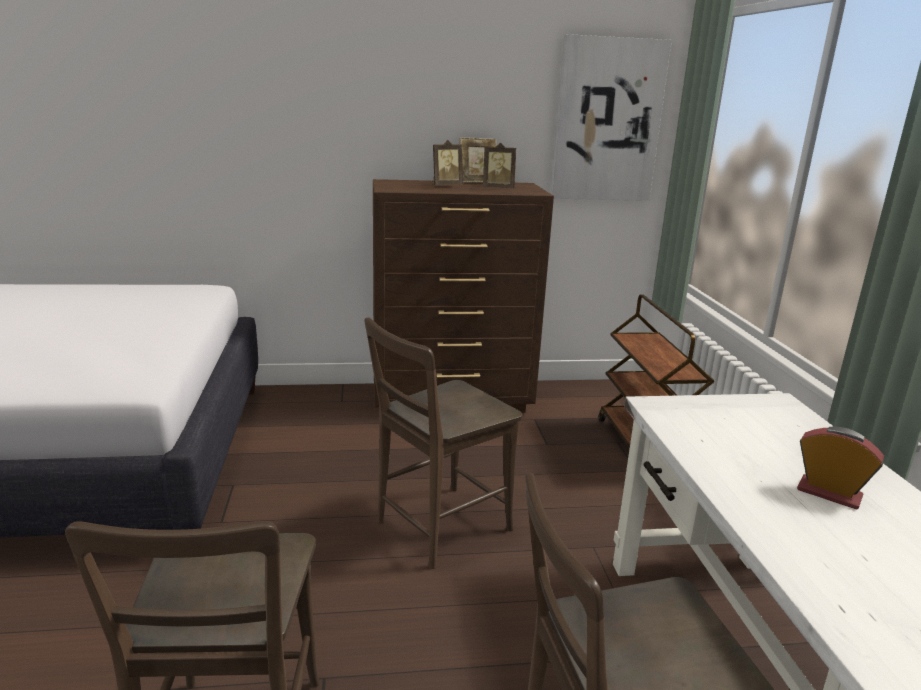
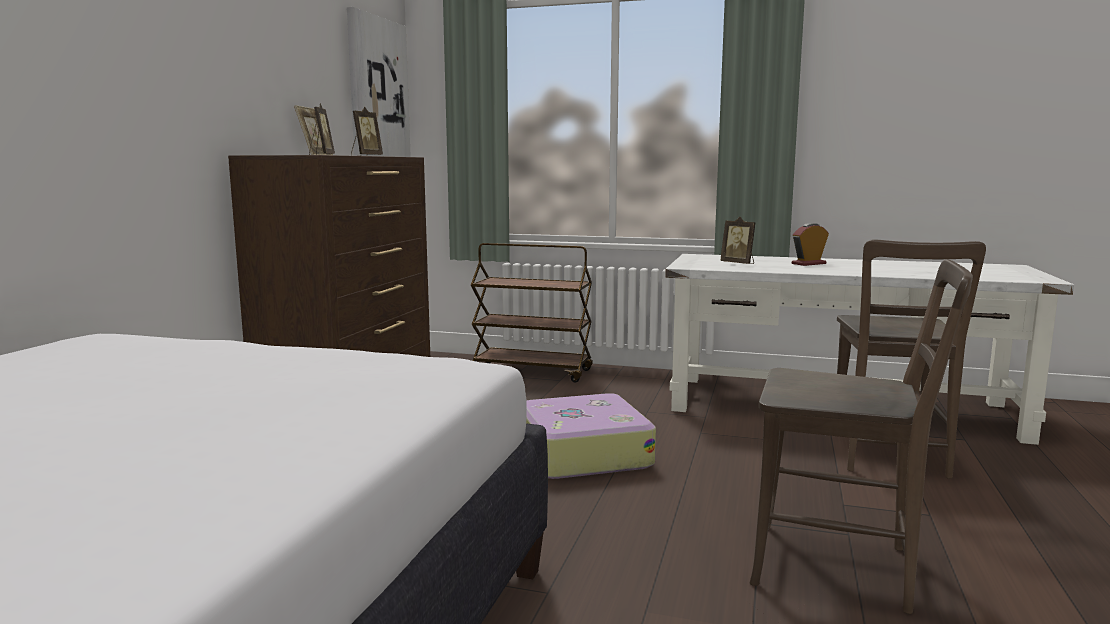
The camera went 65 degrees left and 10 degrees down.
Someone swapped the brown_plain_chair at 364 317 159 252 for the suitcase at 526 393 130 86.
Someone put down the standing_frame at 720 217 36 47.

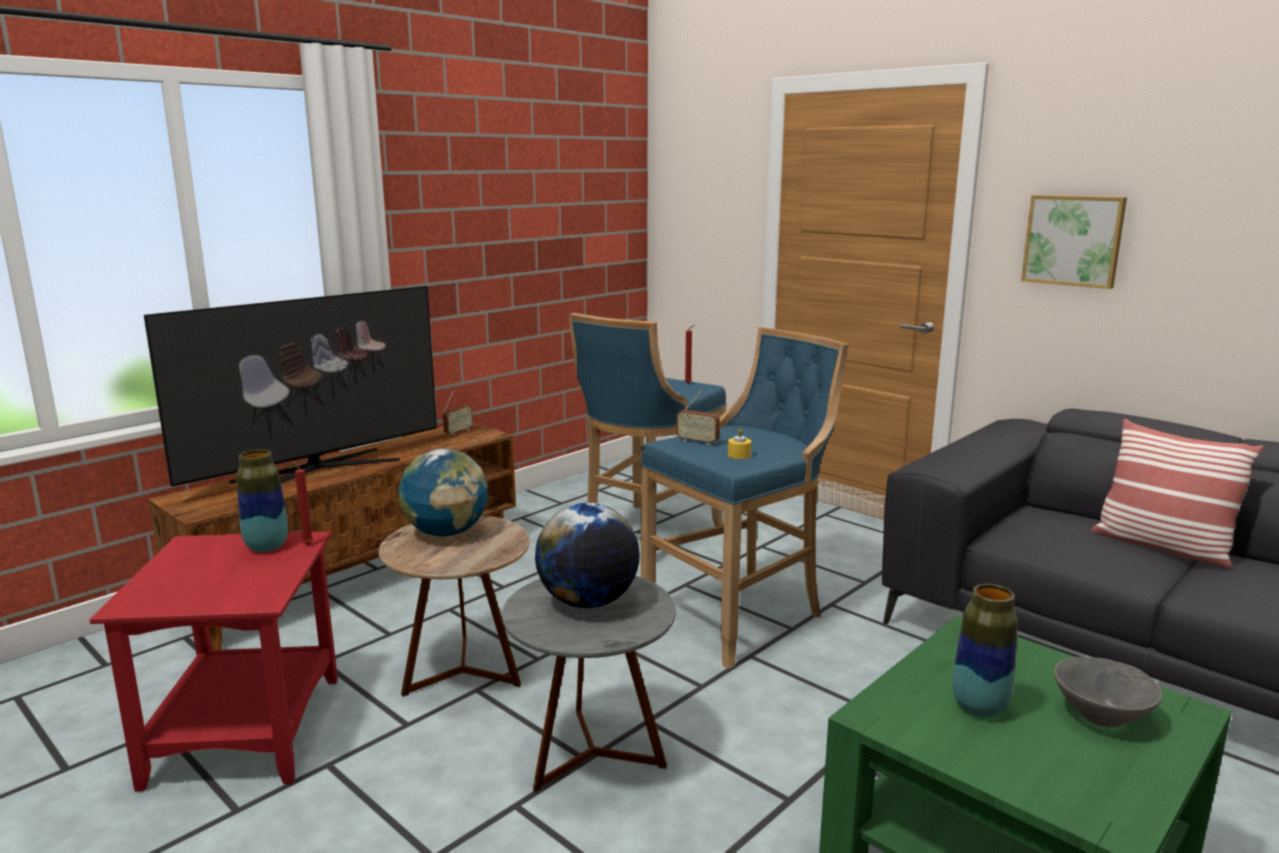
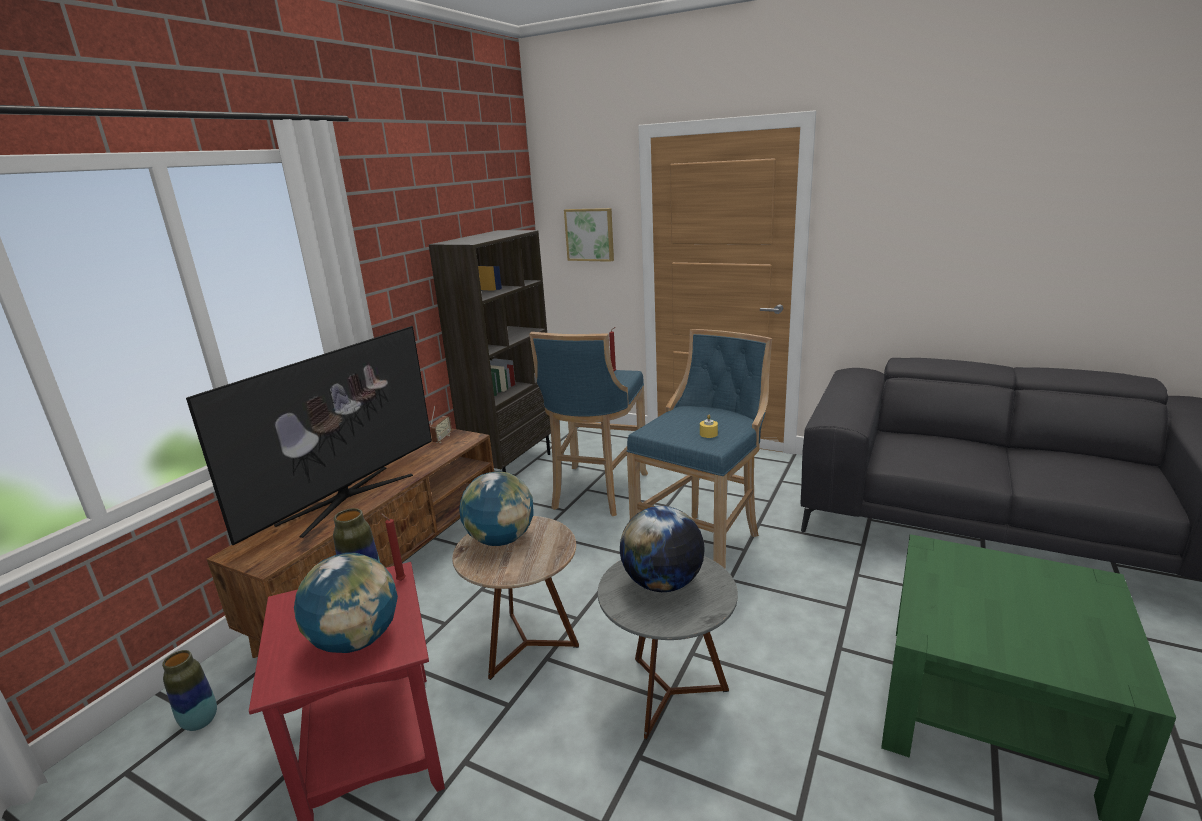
The camera went 15 degrees left and 5 degrees up.
Someone carried the decorative_vase from 952 584 66 133 to 162 650 55 81.
Someone put down the world_globe at 294 553 104 100.
Someone put down the brown_bookshelf at 429 230 122 242.
Someone carried the wall_picture from 1021 195 106 94 to 564 208 50 54.
Someone took away the radio_receiver at 676 389 44 56.
Someone took away the gray_serving_bowl at 1054 657 109 70.
Someone took away the pillow at 1091 419 173 149.

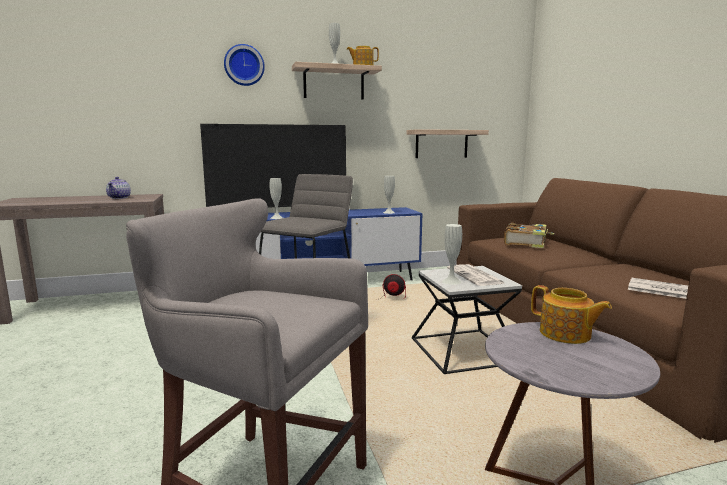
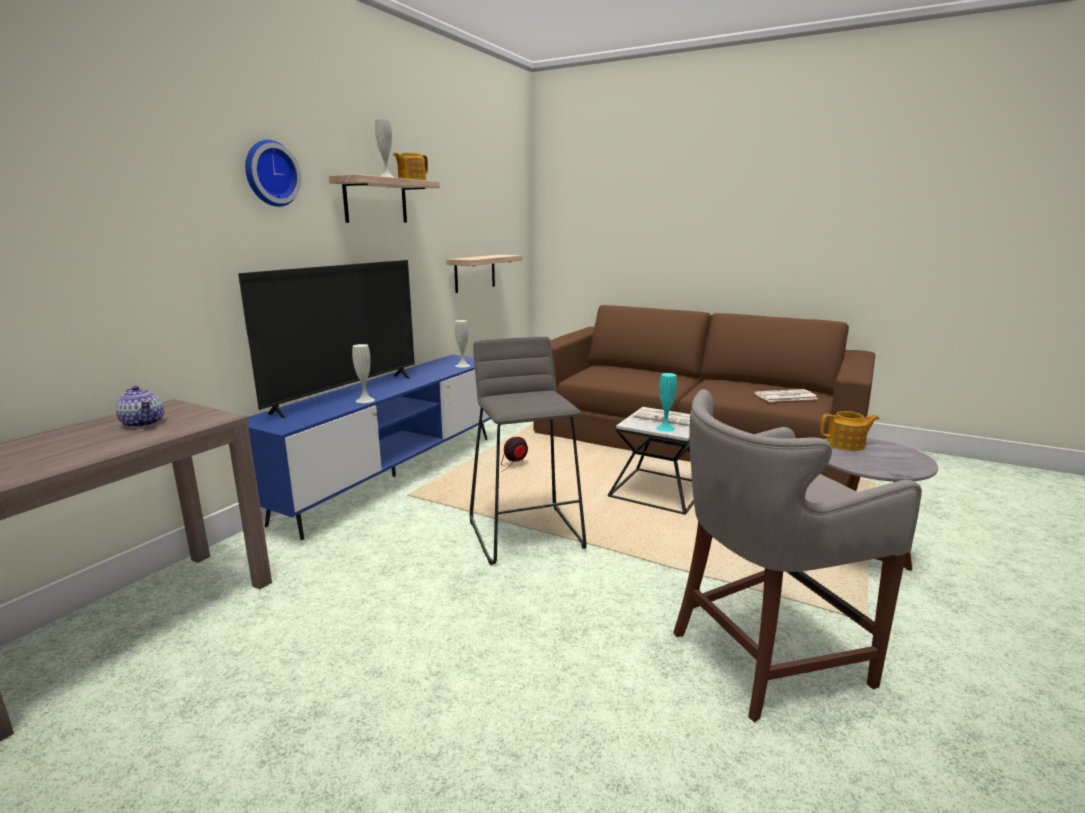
The camera went 45 degrees left and 5 degrees up.
Someone repainted the white_decorative_vase at 442 224 20 61, which became the turquoise_decorative_vase at 656 373 21 59.
Someone took away the book at 504 223 50 25.

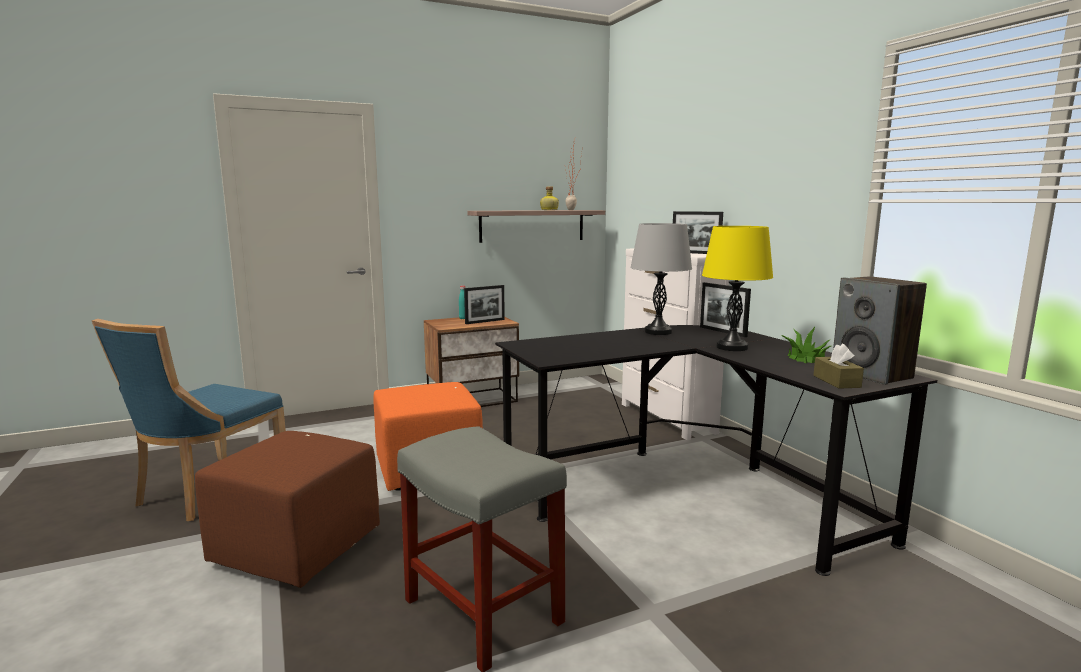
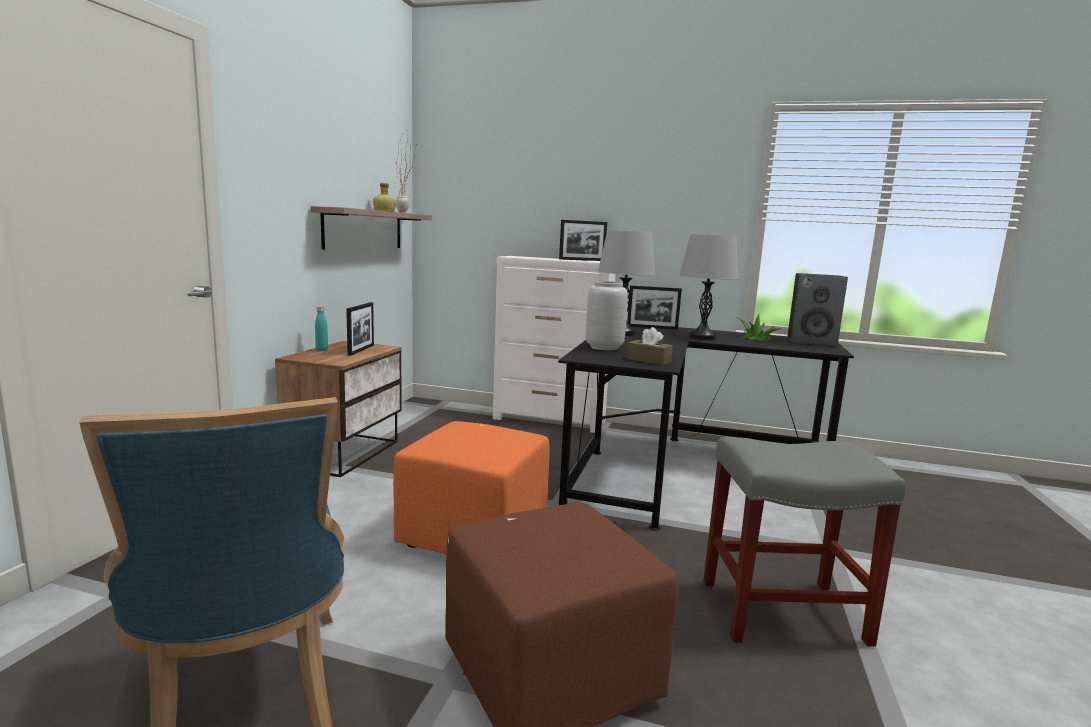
The camera went 50 degrees left and 0 degrees up.
Someone put down the gray_decorative_vase at 586 281 42 69.
Someone carried the brown_tissue_box from 813 343 51 46 to 627 327 46 38.
Someone repainted the yellowish_lamp_for_a_table at 702 226 71 125, which became the gray_lamp_for_a_table at 680 234 59 106.

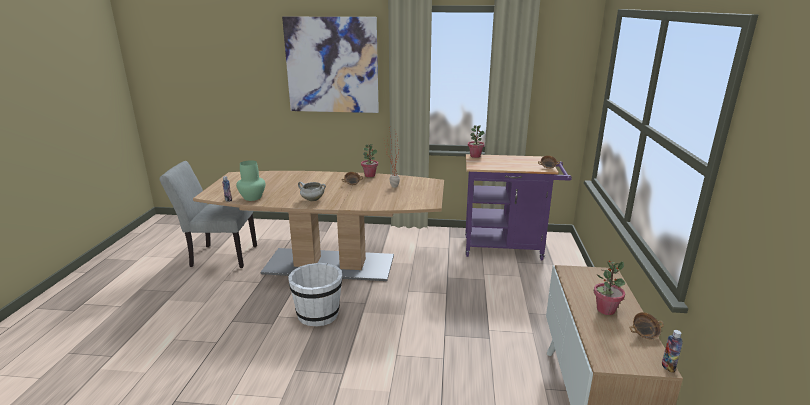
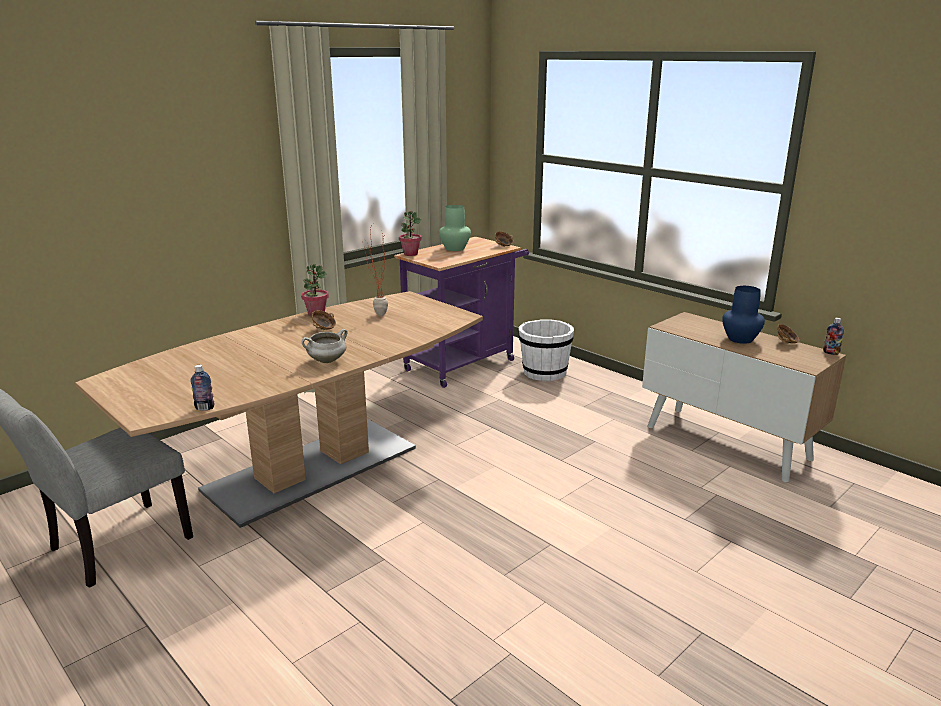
The camera went 50 degrees left and 0 degrees up.
Someone carried the green_decorative_vase from 236 160 29 41 to 439 205 32 46.
Someone carried the white_pail from 288 263 54 63 to 519 319 55 62.
Someone swapped the houseplant at 594 260 31 55 for the blue_decorative_vase at 722 286 43 58.
Someone took away the wall_picture at 282 17 97 96.

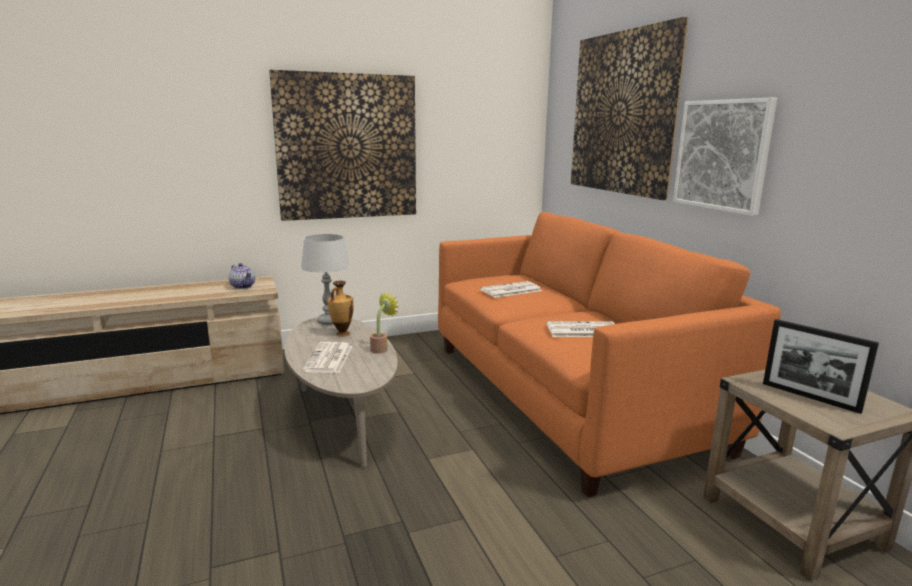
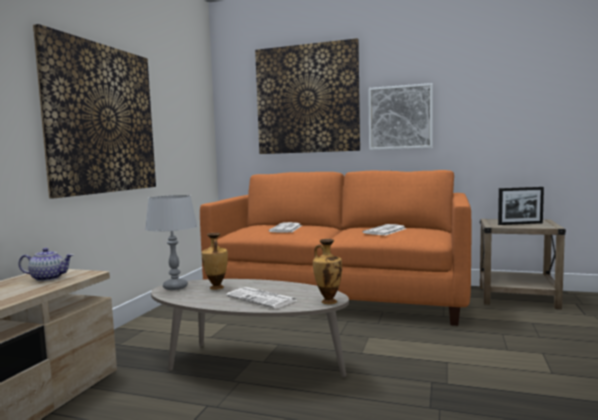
The camera went 50 degrees left and 10 degrees down.
Someone put down the decorative_vase at 313 239 29 65.
Someone took away the houseplant at 370 291 29 63.

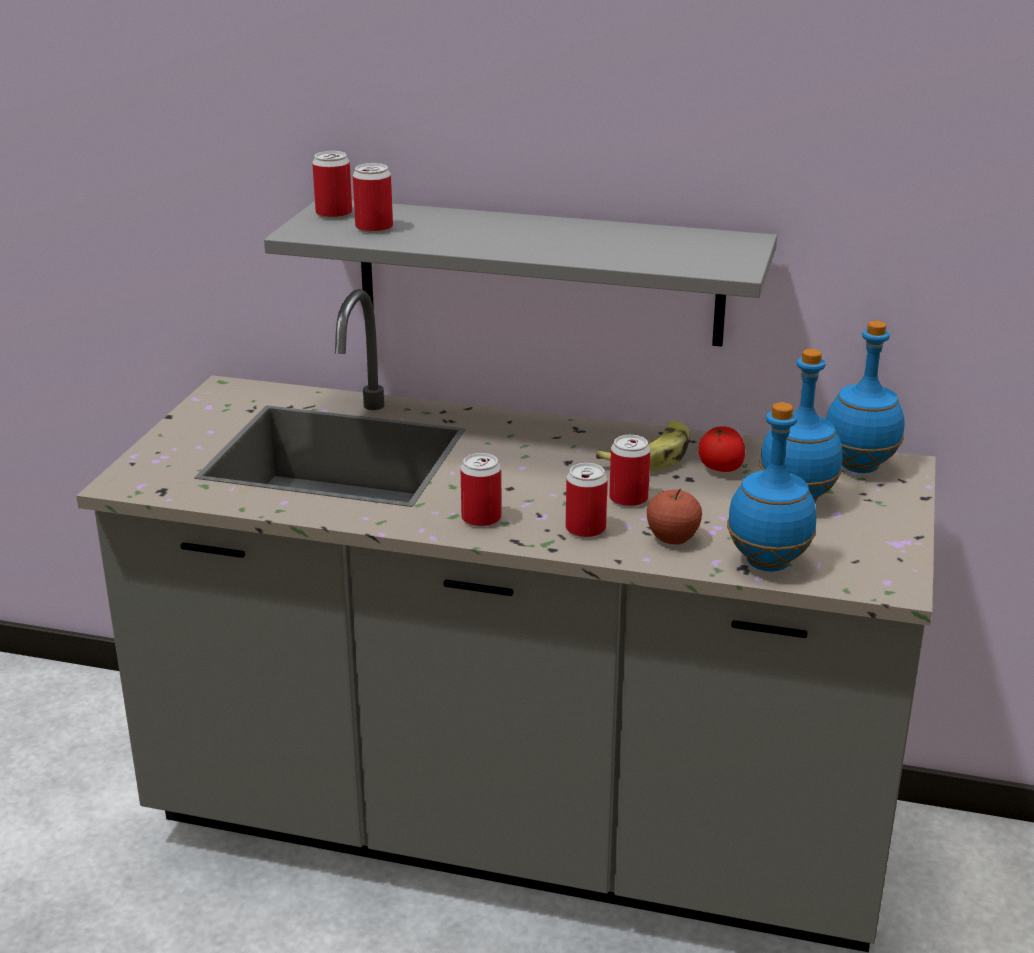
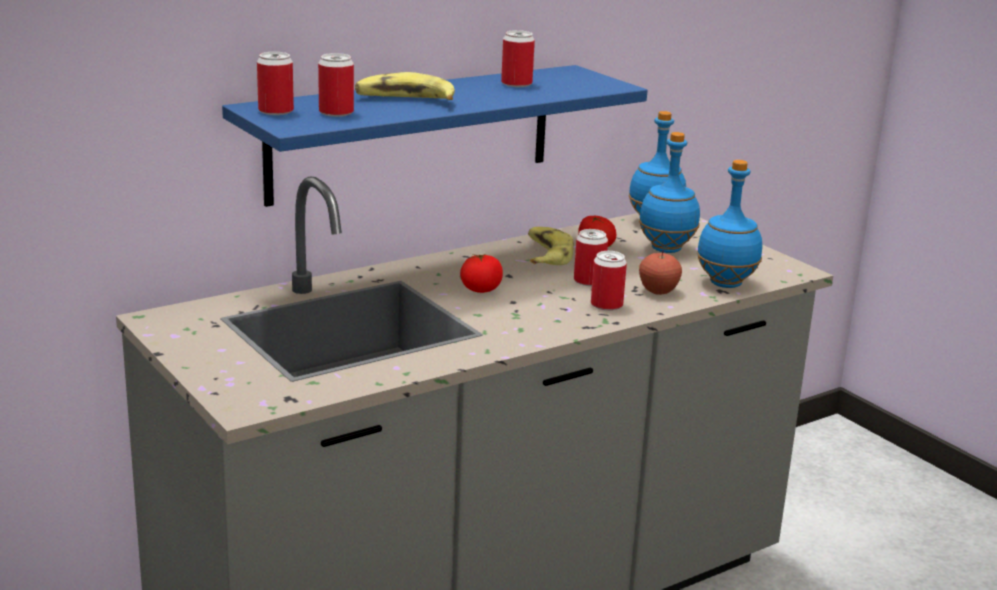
The camera went 50 degrees left and 5 degrees down.
Someone repainted the gray_wall_shelf at 264 200 513 147, which became the blue_wall_shelf at 222 65 426 142.
Someone put down the whole_banana at 355 72 100 28.
Someone put down the fresh_tomato at 460 254 43 39.
Someone carried the can from 460 453 41 74 to 501 30 34 57.

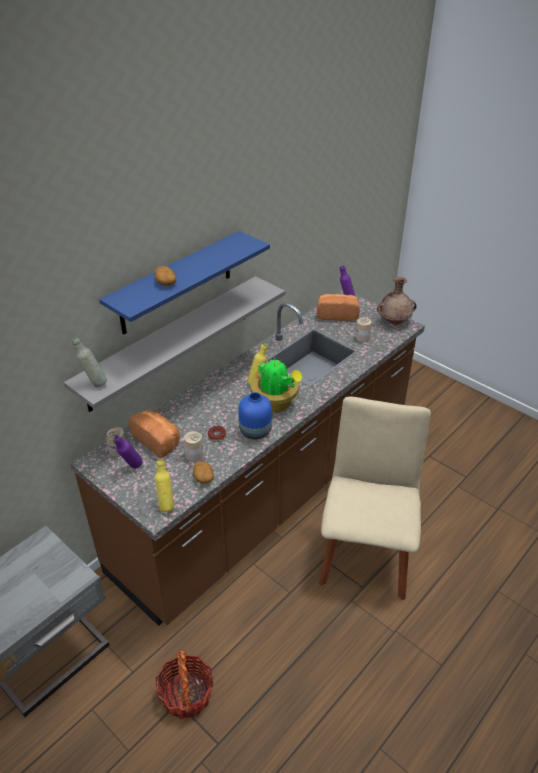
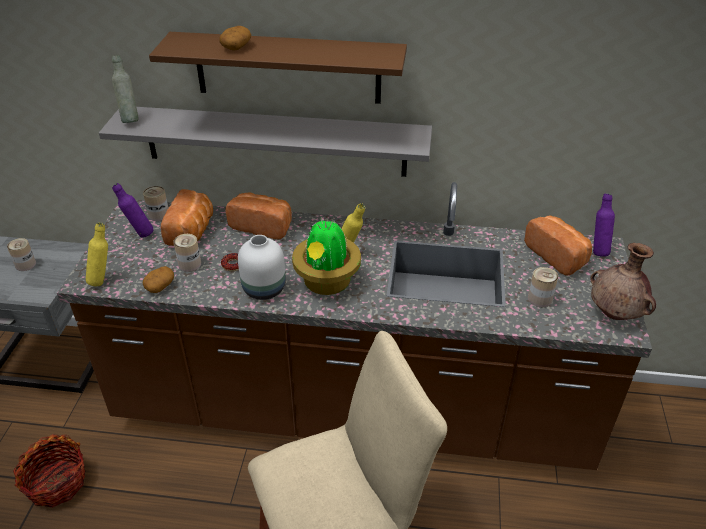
The camera went 55 degrees right and 0 degrees up.
Someone put down the can at 7 238 29 33.
Someone repainted the blue_wall_shelf at 99 231 171 104, which became the brown_wall_shelf at 149 32 258 72.
Someone put down the baked_bread at 225 192 67 47.
Someone repainted the blue_decorative_vase at 238 392 34 47, which became the white_decorative_vase at 238 235 48 65.

